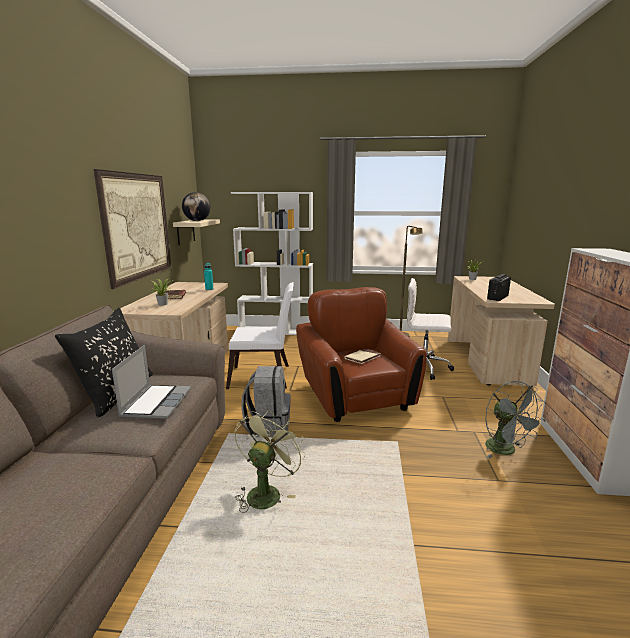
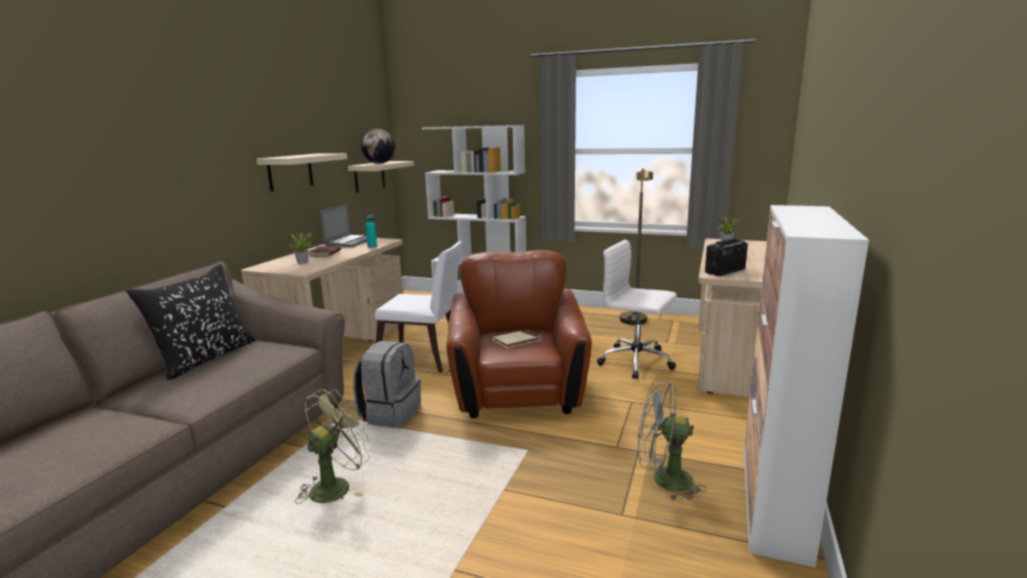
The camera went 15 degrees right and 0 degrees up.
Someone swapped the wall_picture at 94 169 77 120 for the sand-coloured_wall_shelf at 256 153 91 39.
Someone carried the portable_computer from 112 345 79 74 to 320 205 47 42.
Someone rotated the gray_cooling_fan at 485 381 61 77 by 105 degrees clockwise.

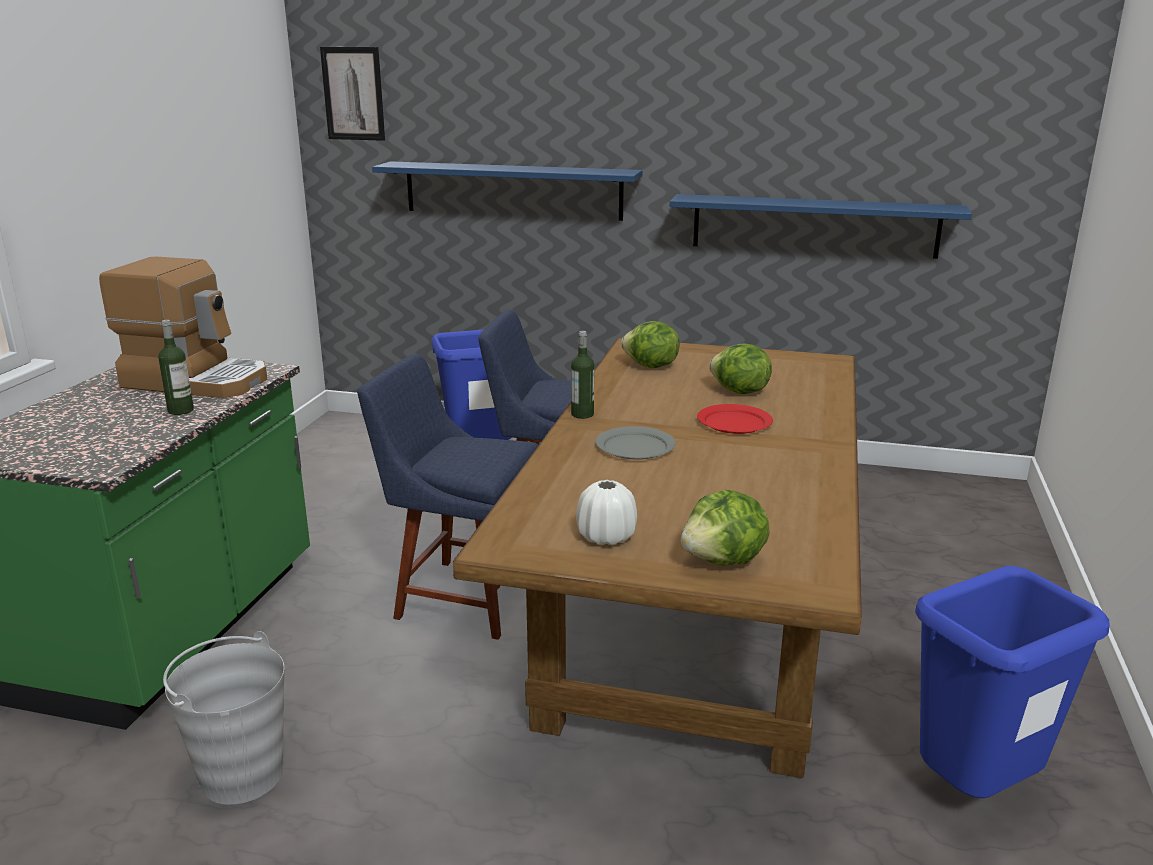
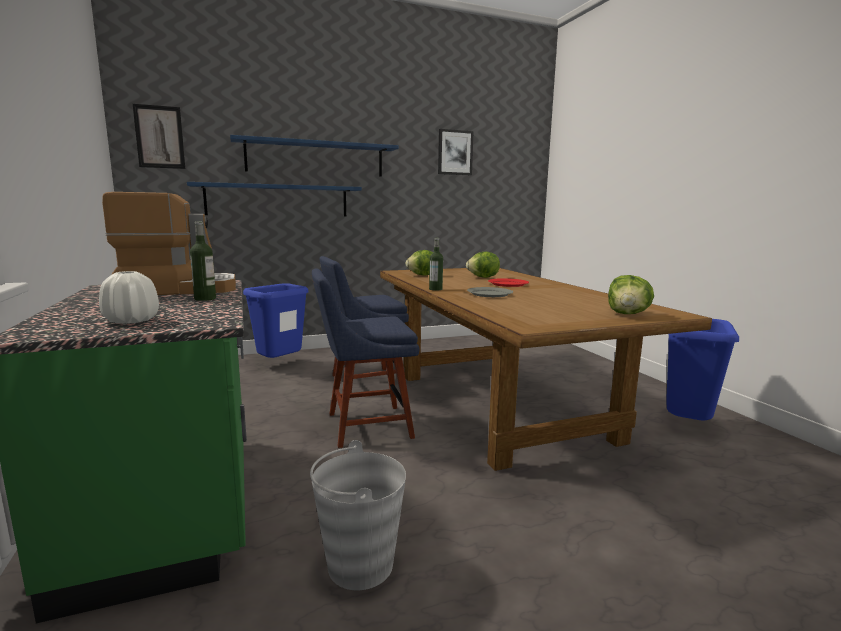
The camera went 35 degrees left and 10 degrees down.
Someone carried the white_decorative_vase from 576 480 61 66 to 99 271 60 53.
Someone carried the blue_wall_shelf from 670 194 302 65 to 230 135 169 42.
Someone put up the wall_picture at 438 129 36 46.

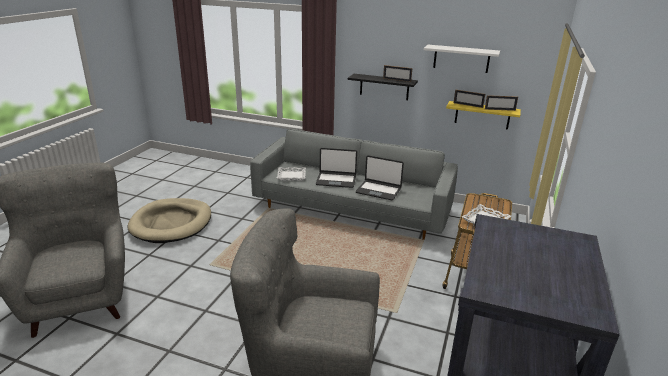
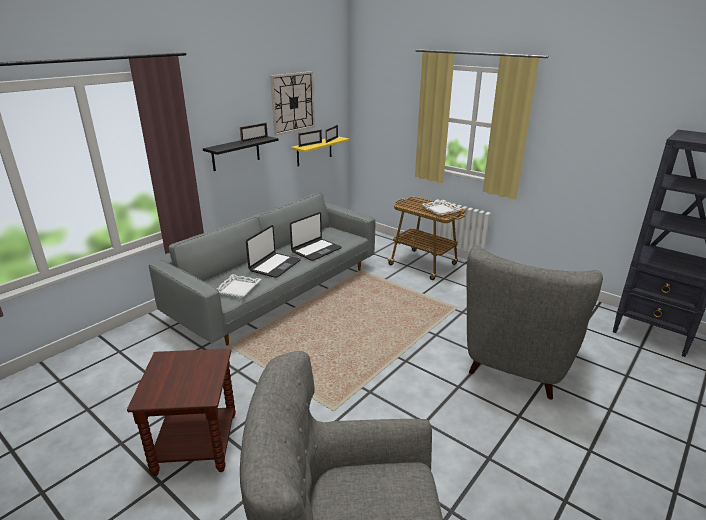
The camera went 70 degrees left and 0 degrees up.
Someone swapped the sand-coloured_pet_bed at 128 198 83 45 for the brown_side_table at 127 349 109 127.
Someone swapped the white_wall_shelf at 423 45 77 28 for the clock_on_the_wall at 270 71 45 65.

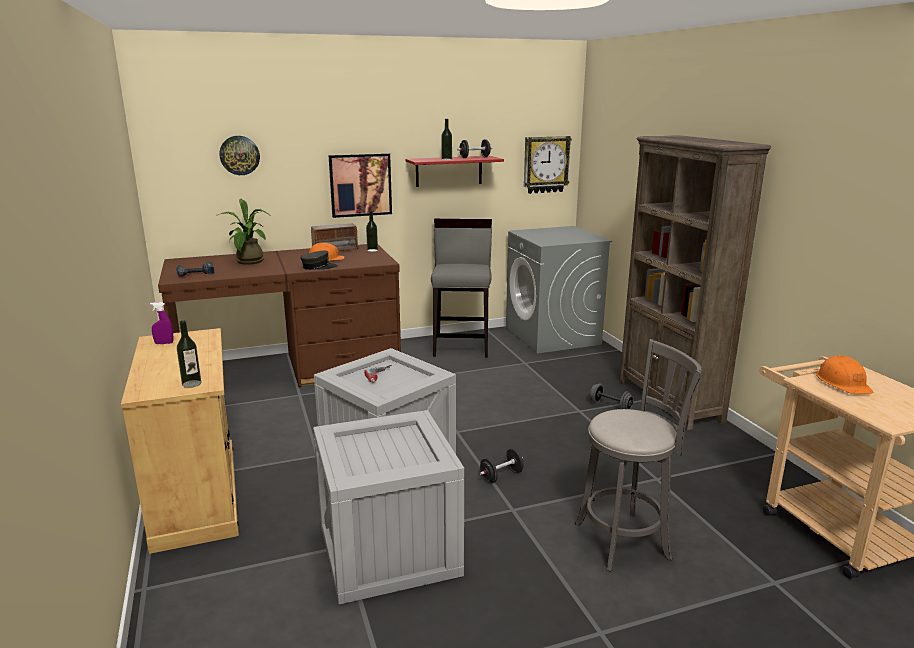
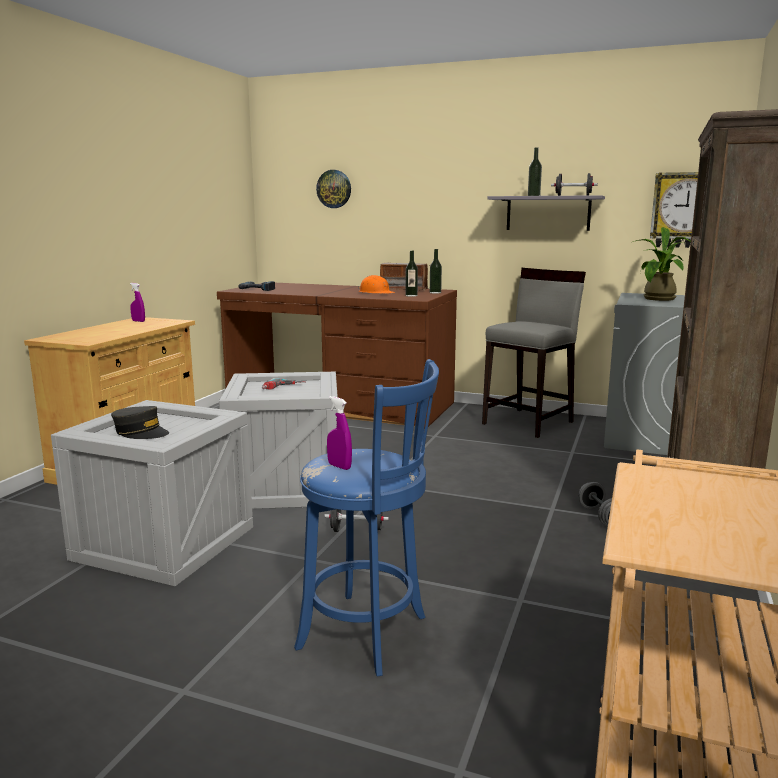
The camera went 40 degrees right and 5 degrees down.
Someone carried the gray_cap from 300 251 38 19 to 111 406 58 33.
Someone repainted the gray_stool_seat at 575 339 127 233, which became the blue_stool_seat at 294 359 145 318.
Someone put down the purple_spray_bottle at 327 396 25 74.
Someone carried the drink_bottle from 177 320 24 68 to 405 250 13 47.
Someone repainted the red-coloured_wall_shelf at 406 156 98 31, which became the gray_wall_shelf at 488 195 117 36.
Someone carried the houseplant from 218 199 53 66 to 633 227 58 74.
Someone took away the wall_picture at 328 153 64 65.
Someone took away the orange_safety_helmet at 816 355 58 39.

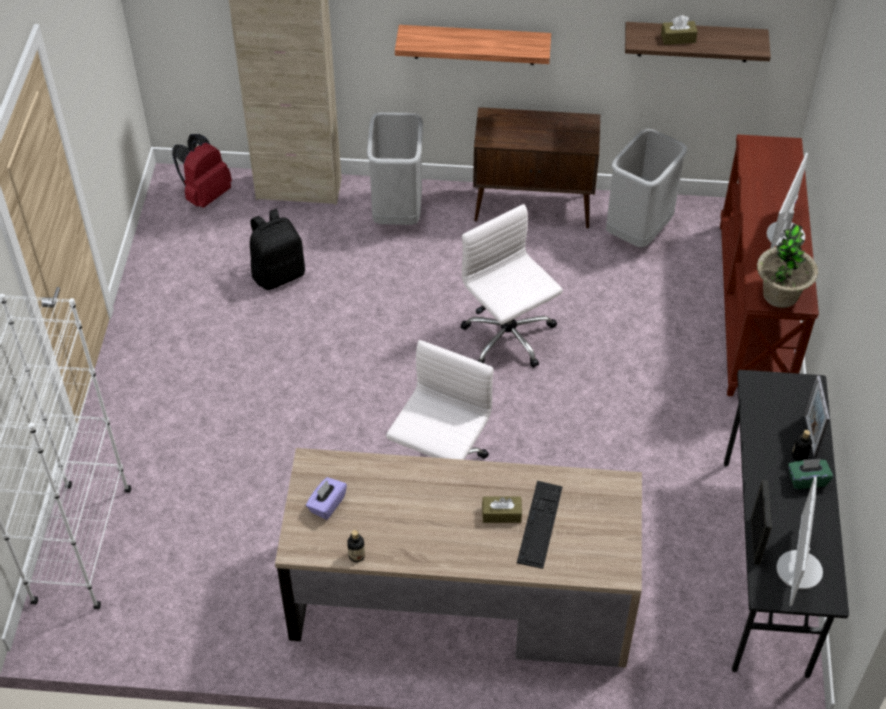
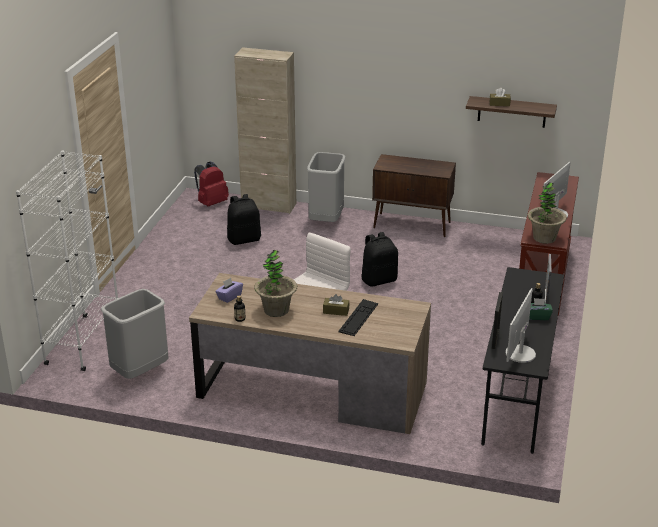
The camera went 10 degrees right and 20 degrees down.
Someone carried the gray_trash_can from 606 128 81 120 to 101 289 68 90.
Someone put down the houseplant at 254 250 43 67.
Someone swapped the white_office_chair at 461 204 102 164 for the black_backpack at 361 232 37 55.
Someone took away the wall_shelf at 395 25 156 40.

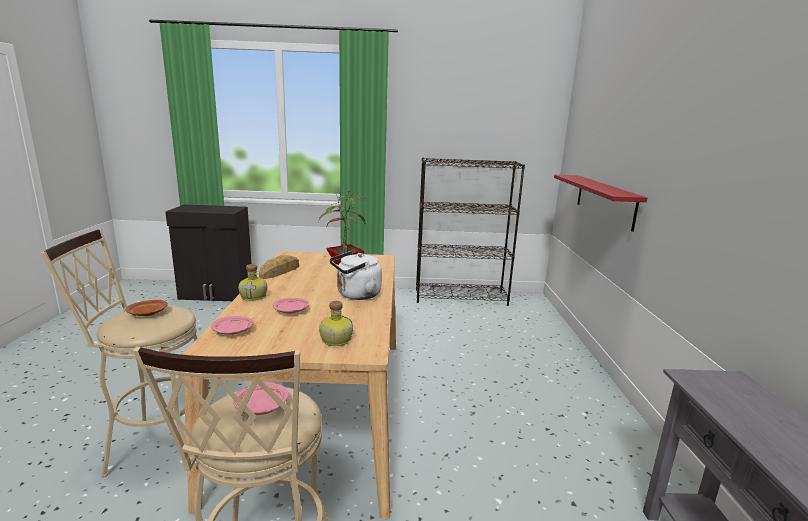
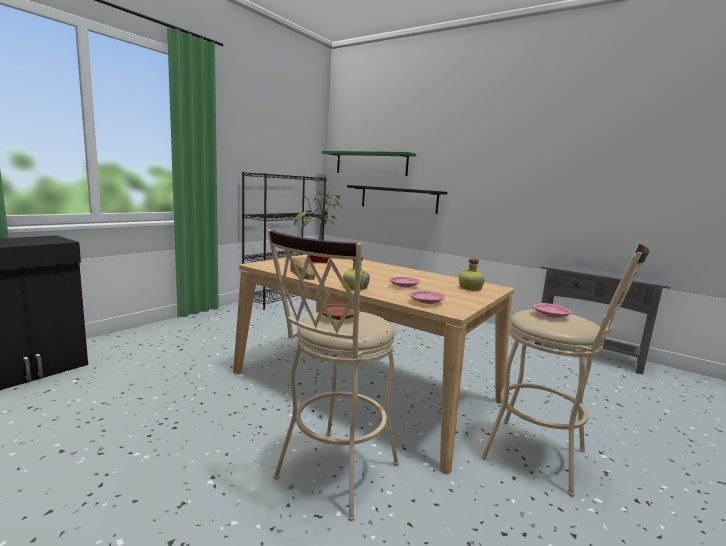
The camera went 55 degrees left and 5 degrees down.
Someone put up the green_wall_shelf at 322 151 94 25.
Someone repainted the red-coloured_wall_shelf at 554 175 93 57, which became the black_wall_shelf at 347 185 100 29.
Someone took away the white_tea_kettle at 329 251 53 49.

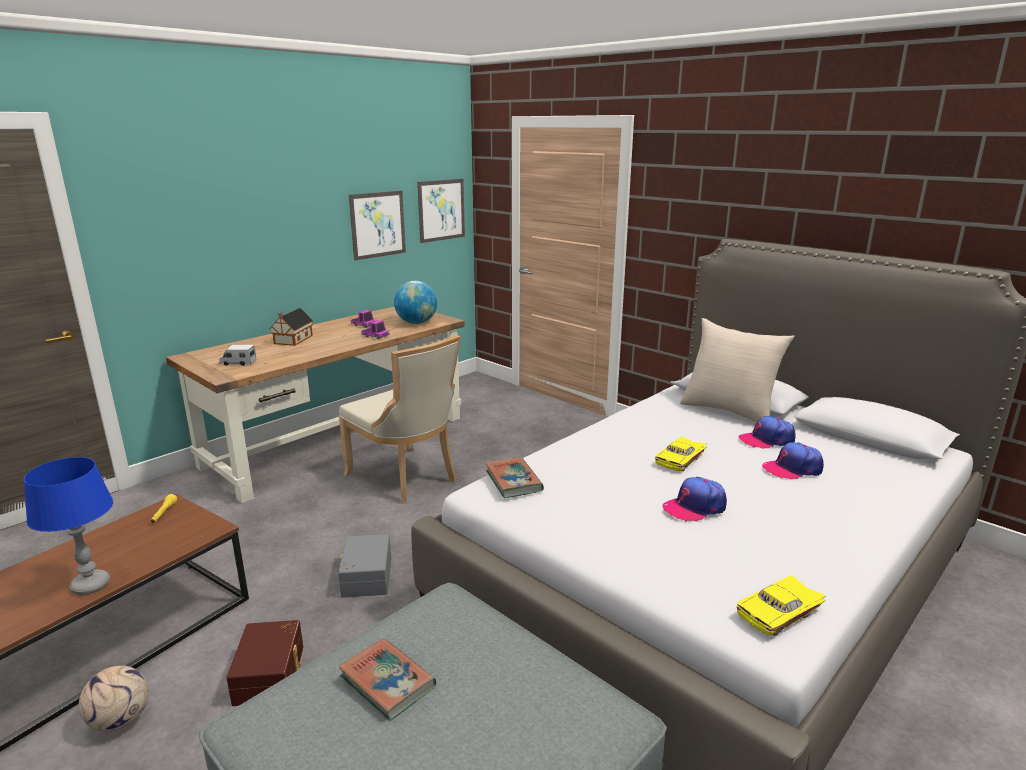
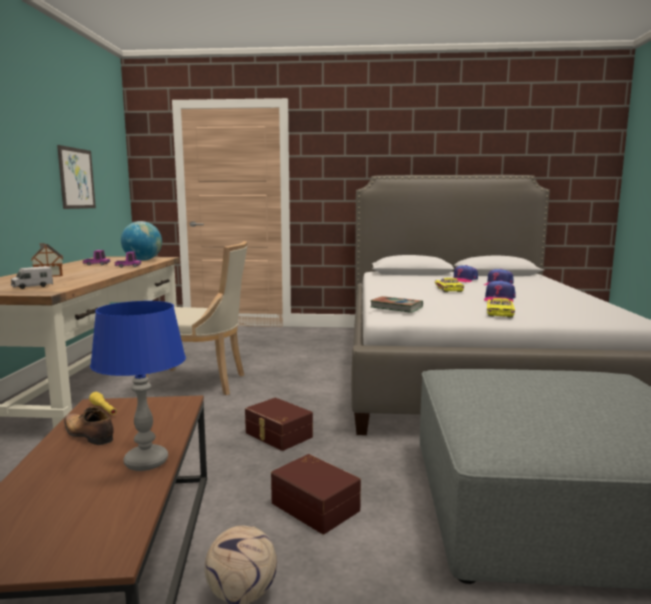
The camera went 40 degrees left and 10 degrees down.
Someone put down the low_shoe at 64 407 50 38.
Someone repainted the gray_storage_bin at 338 534 53 64, which became the brown_storage_bin at 245 398 68 53.
Someone carried the yellowish_miniature_car from 737 575 89 61 to 487 298 28 20.
Someone took away the book at 338 638 98 83.
Someone took away the wall_picture at 417 179 48 64.
Someone took away the sand-coloured_pillow at 680 318 115 104.

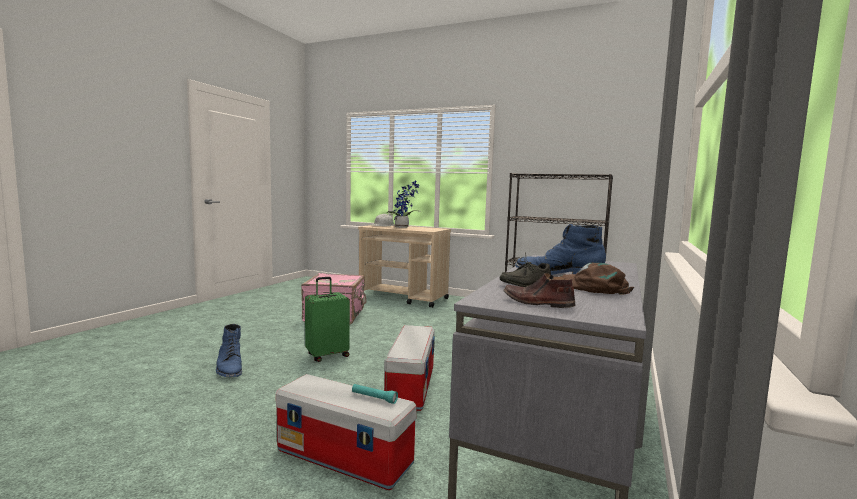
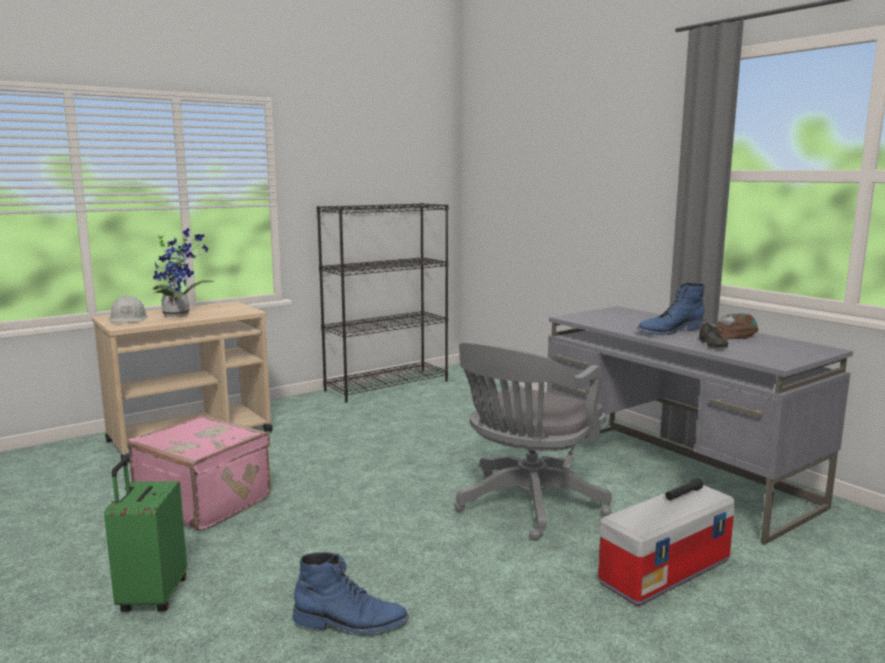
The camera went 60 degrees left and 5 degrees up.
Someone carried the green_suitcase from 305 277 45 85 to 104 459 83 153.
Someone swapped the storage_bin at 384 325 51 86 for the gray_office_chair at 454 342 158 199.
Someone repainted the turquoise_hand_torch at 352 384 46 20, which became the black_hand_torch at 665 478 38 22.
Someone took away the brown_low_shoe at 504 273 72 35.

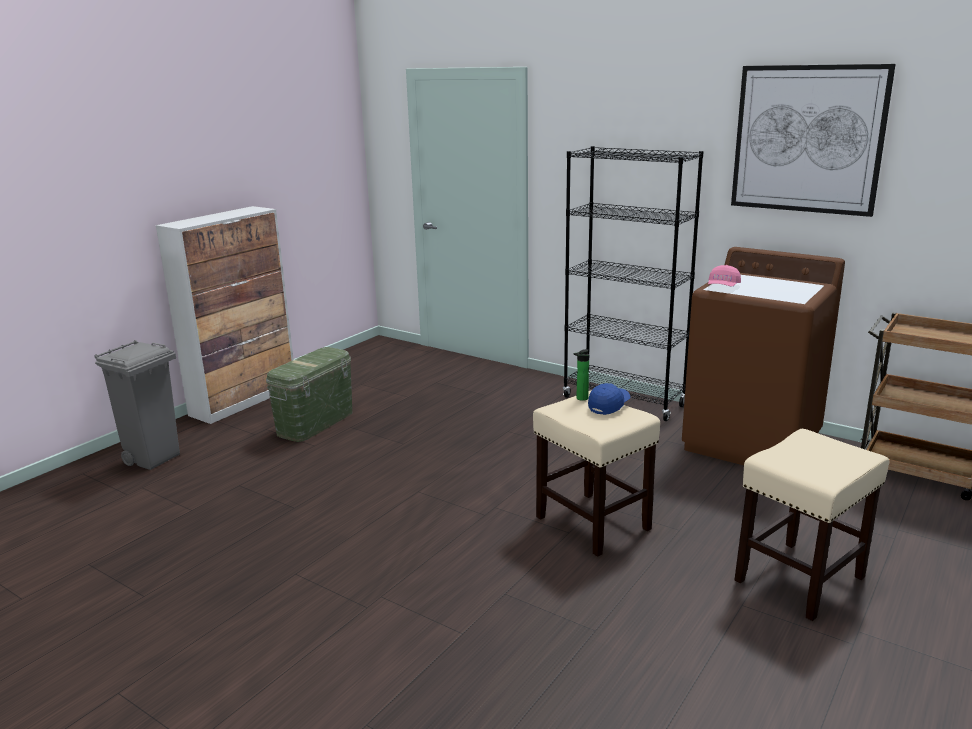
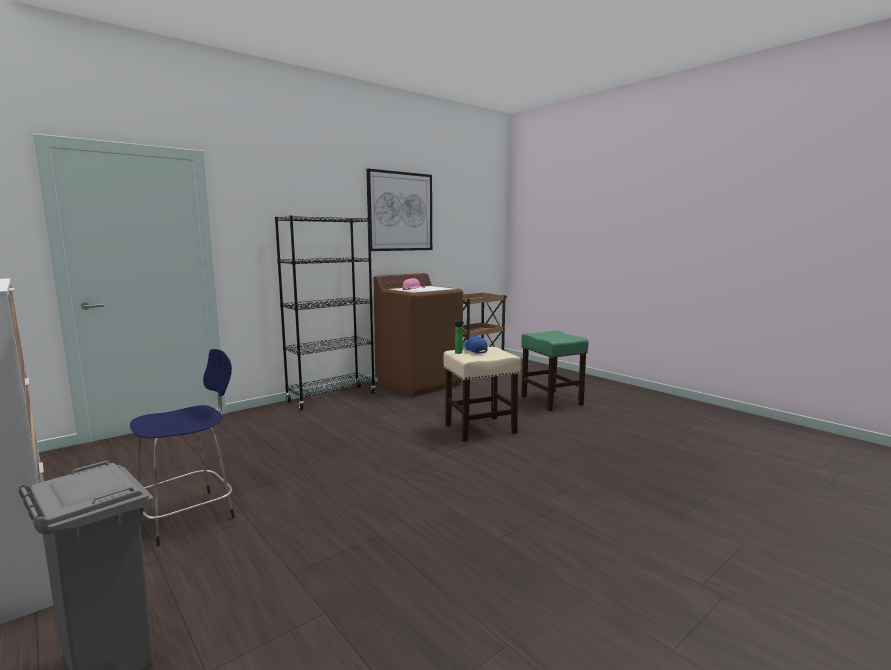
The camera went 75 degrees left and 10 degrees down.
Someone swapped the green_storage_bin at 266 347 86 95 for the blue_stool_seat at 130 349 105 197.
Someone repainted the sand-coloured_stool_seat at 735 429 154 192, which became the green_stool_seat at 521 331 68 80.

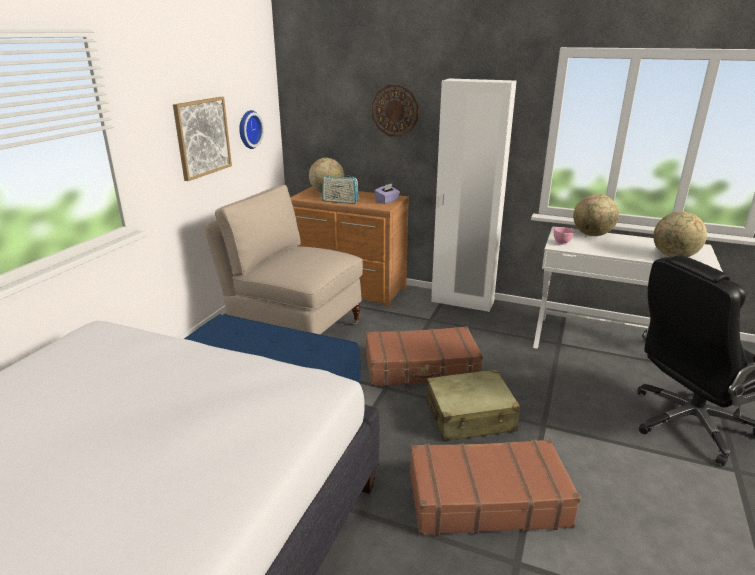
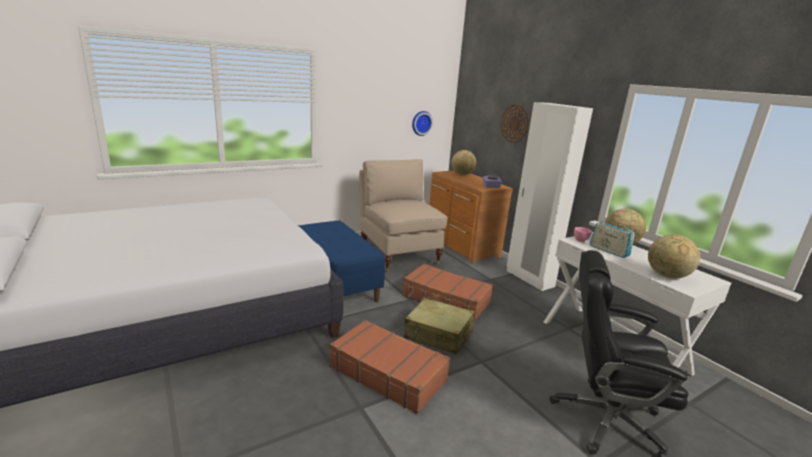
The camera went 35 degrees right and 5 degrees down.
Someone carried the radio_receiver from 322 174 37 30 to 590 218 45 40.
Someone took away the wall_picture at 173 97 59 84.

